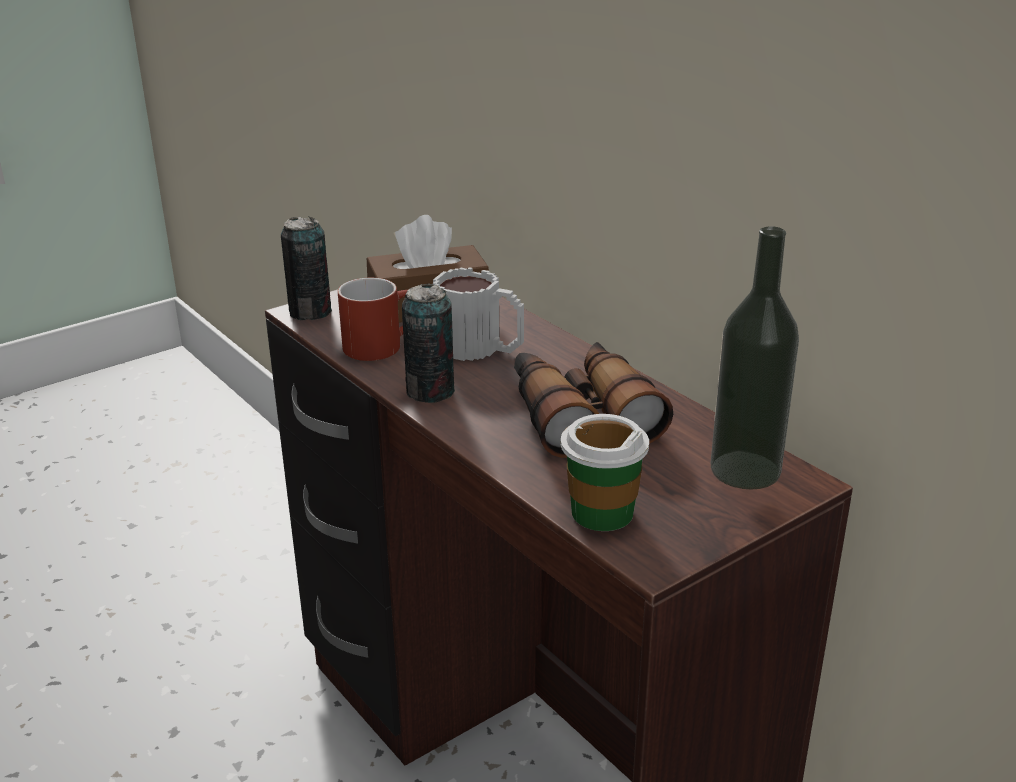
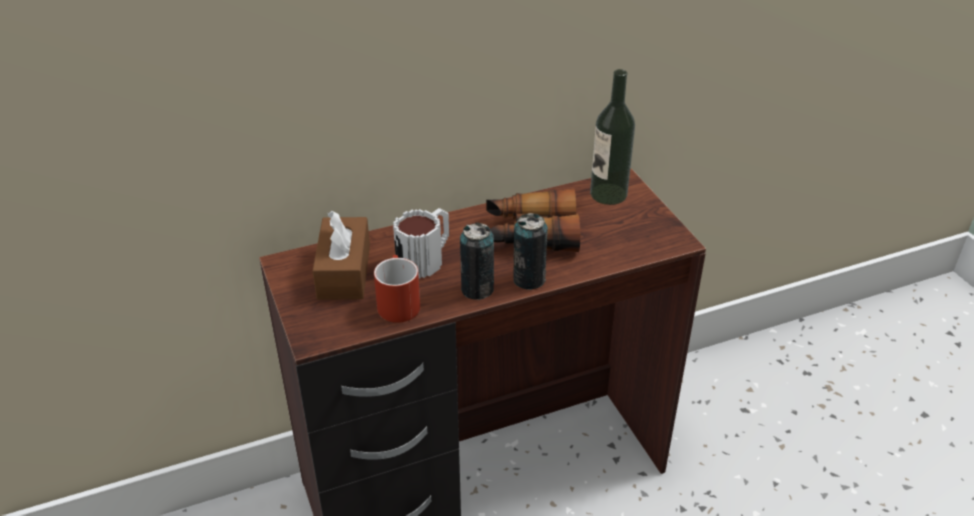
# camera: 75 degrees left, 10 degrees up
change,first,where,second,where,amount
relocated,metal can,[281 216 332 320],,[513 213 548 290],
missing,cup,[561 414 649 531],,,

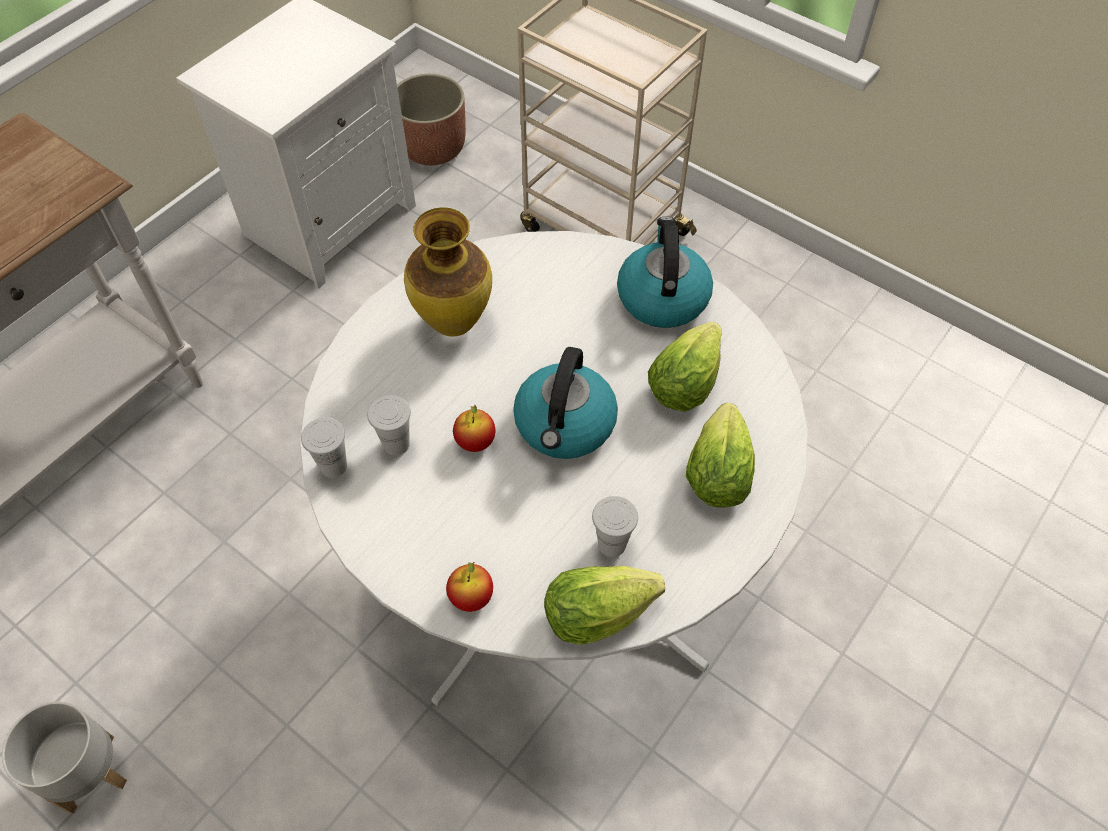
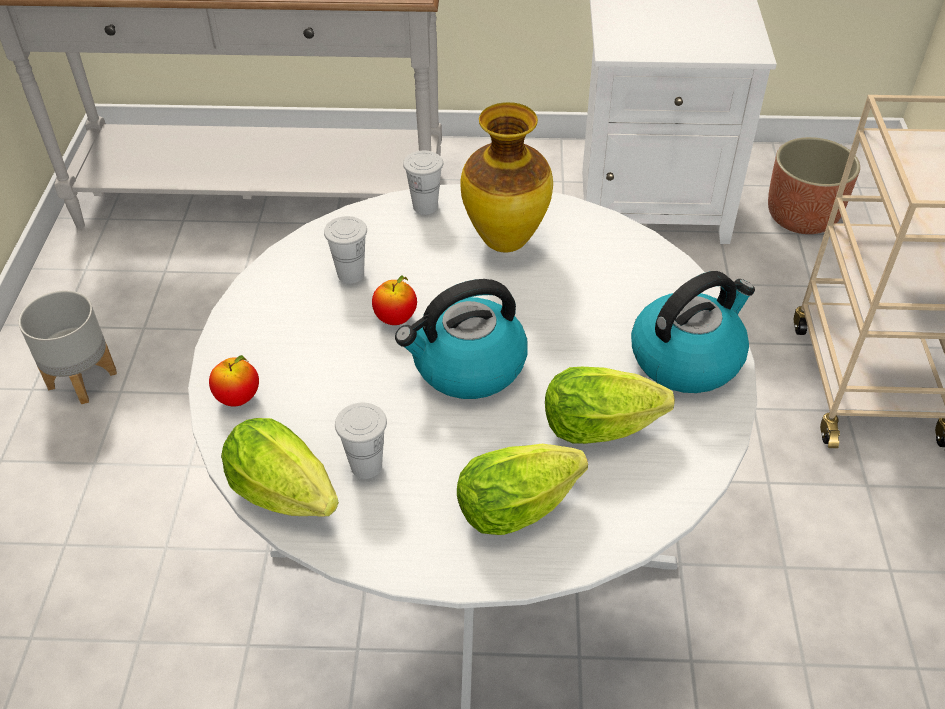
# camera: 55 degrees right, 10 degrees down
change,first,where,second,where,amount
relocated,cup in white,[301 417 347 478],,[403 150 443 215],

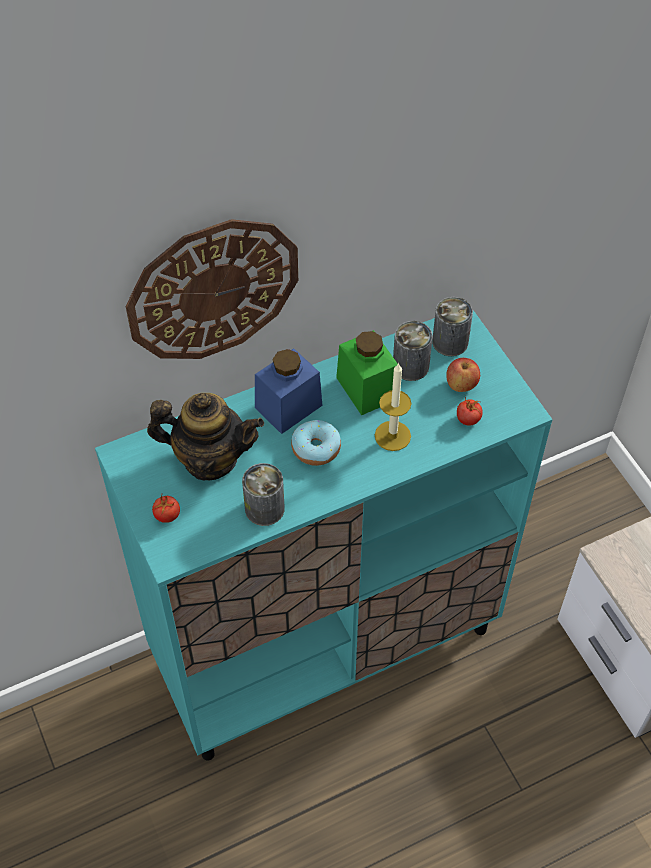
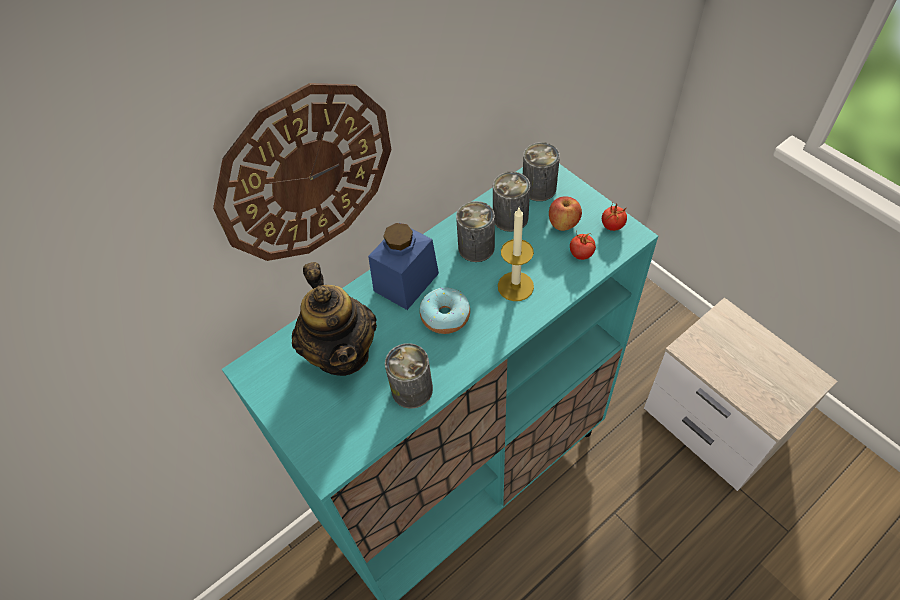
# camera: 10 degrees left, 0 degrees up
change,first,where,second,where,amount
spun,teapot,[147 393 264 480],,[292 262 377 376],75 degrees clockwise
relocated,fresh tomato,[152 495 180 523],,[602 202 627 231],
exchanged,storage jar in green,[336 330 398 415],metal can,[456 201 495 262],

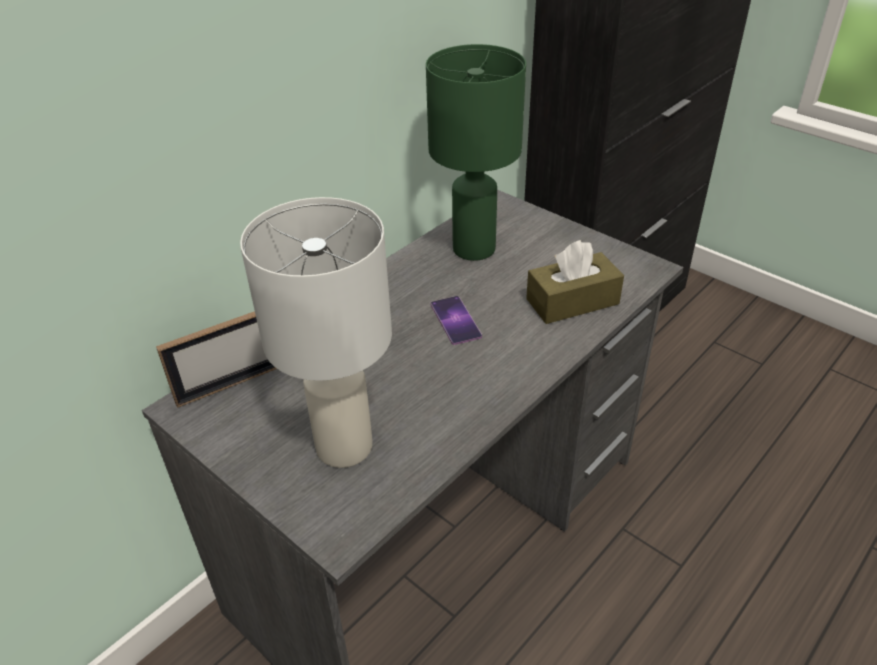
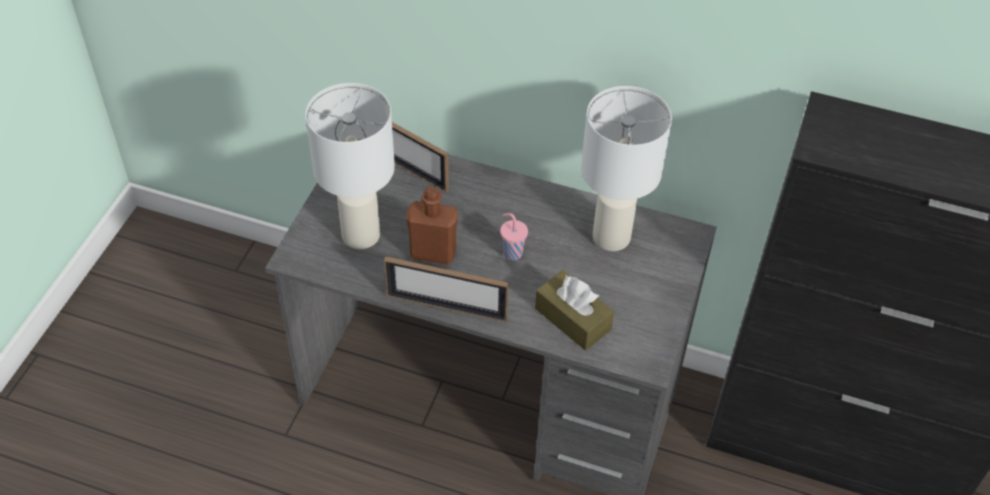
# camera: 65 degrees right, 10 degrees up
change,first,where,second,where,amount
colour,tabletop lamp in green,[426 44 526 261],tabletop lamp in white,[581 86 672 251],
exchanged,phone,[431 296 482 345],cup in pink,[500 213 528 260],
appeared,,,photo frame,[384 256 509 322],
appeared,,,beverage bottle in brownish,[406 187 458 264],

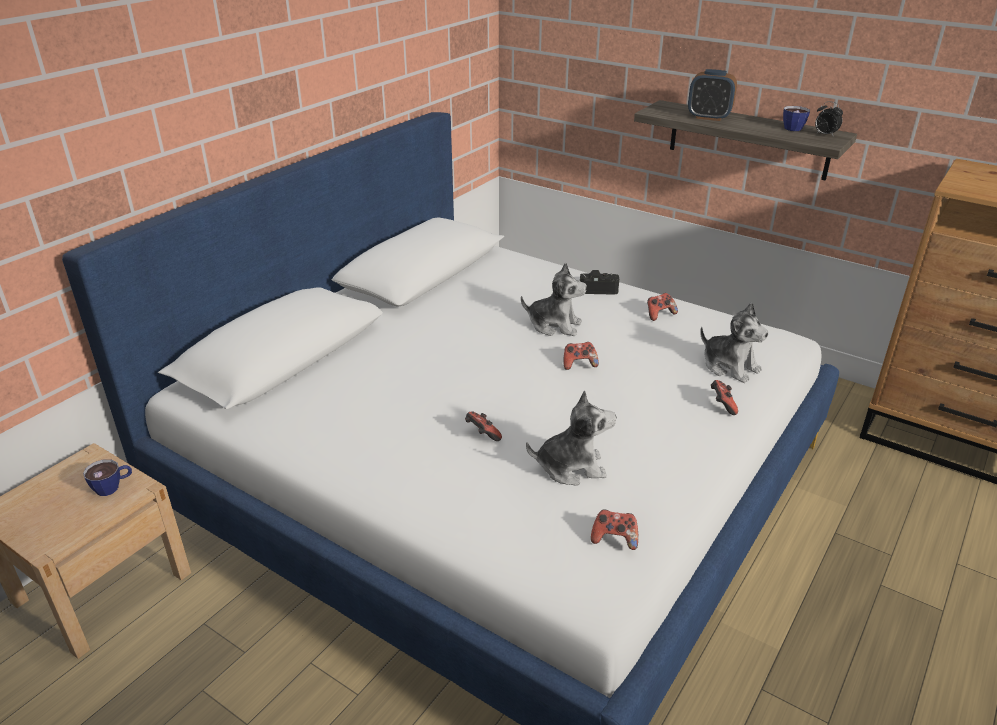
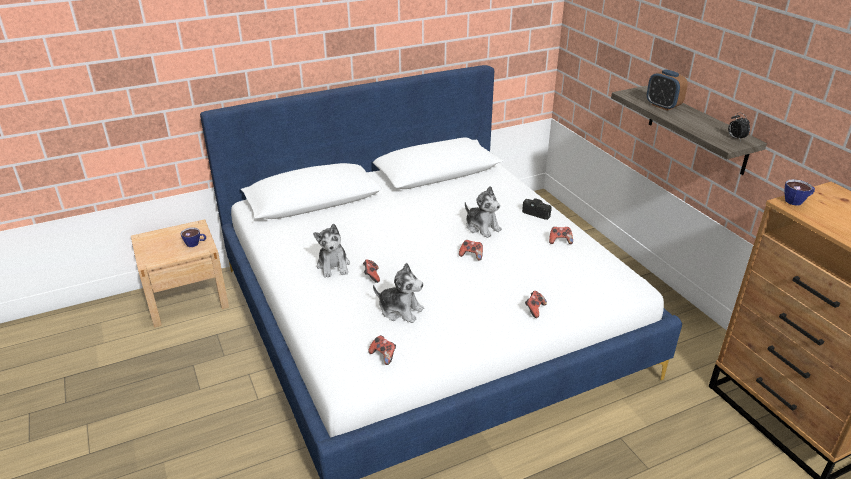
# camera: 30 degrees right, 0 degrees up
change,first,where,second,where,amount
relocated,plush toy,[700 302 769 383],,[313 224 350 278],
relocated,cup,[783 106 810 131],,[784 179 815 206],

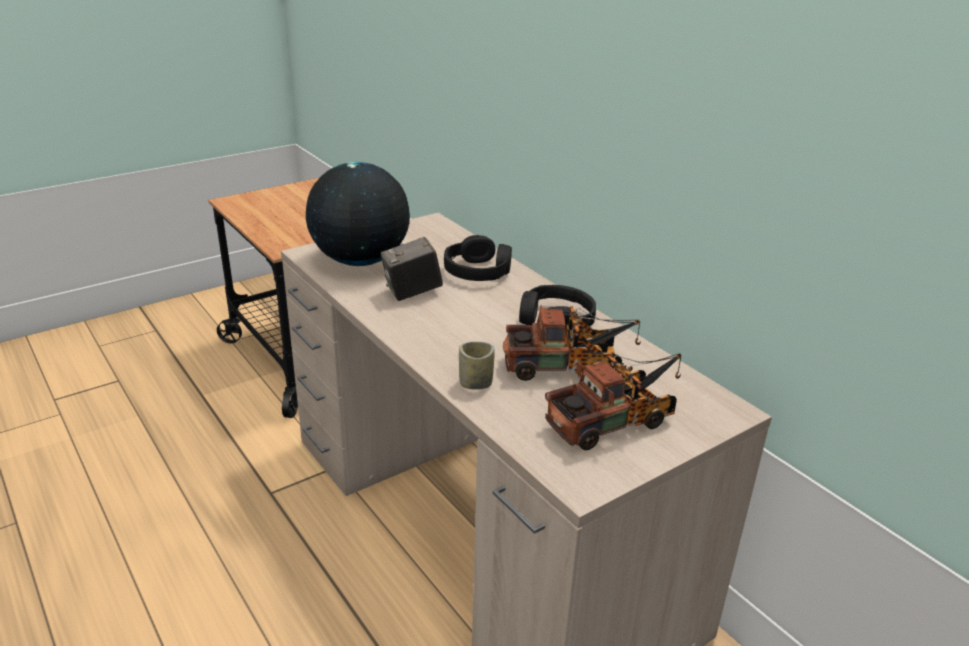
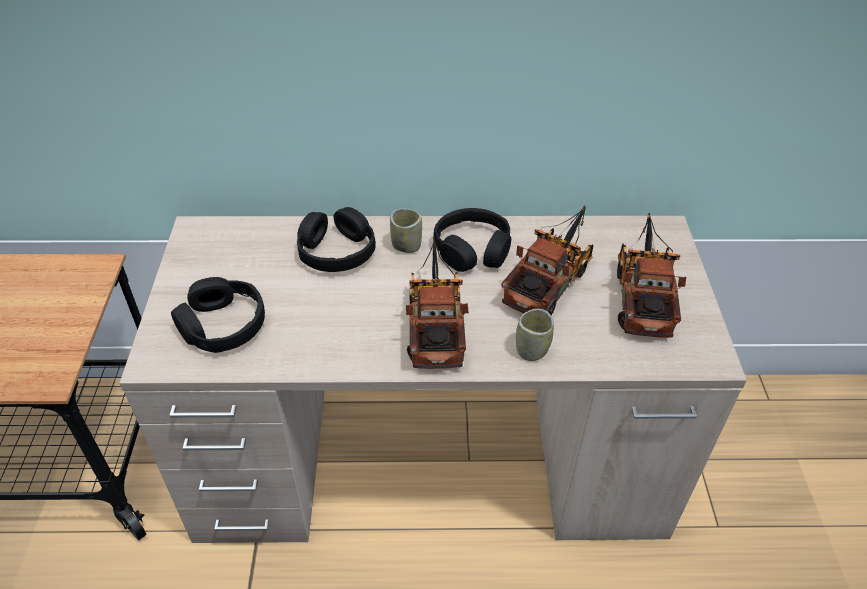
# camera: 55 degrees left, 15 degrees up
change,first,where,second,where,amount
exchanged,world globe,[306 162 410 266],pair of headphones in black,[171 277 265 353],
missing,still camera,[381 237 443 301],,,
appeared,,,cup,[390 209 422 253],
appeared,,,toy lorry,[406 237 469 369],

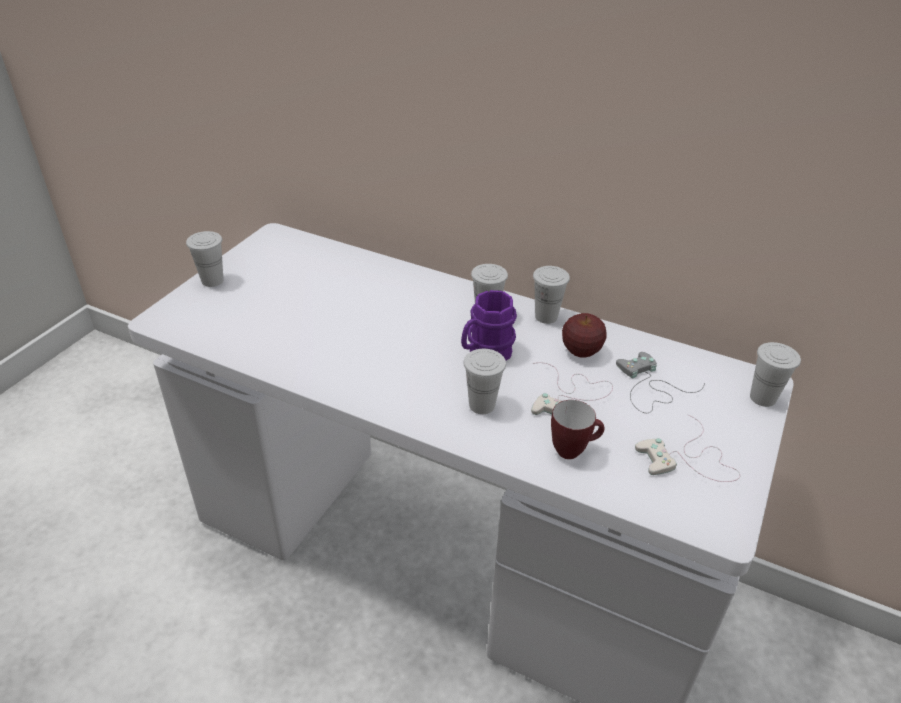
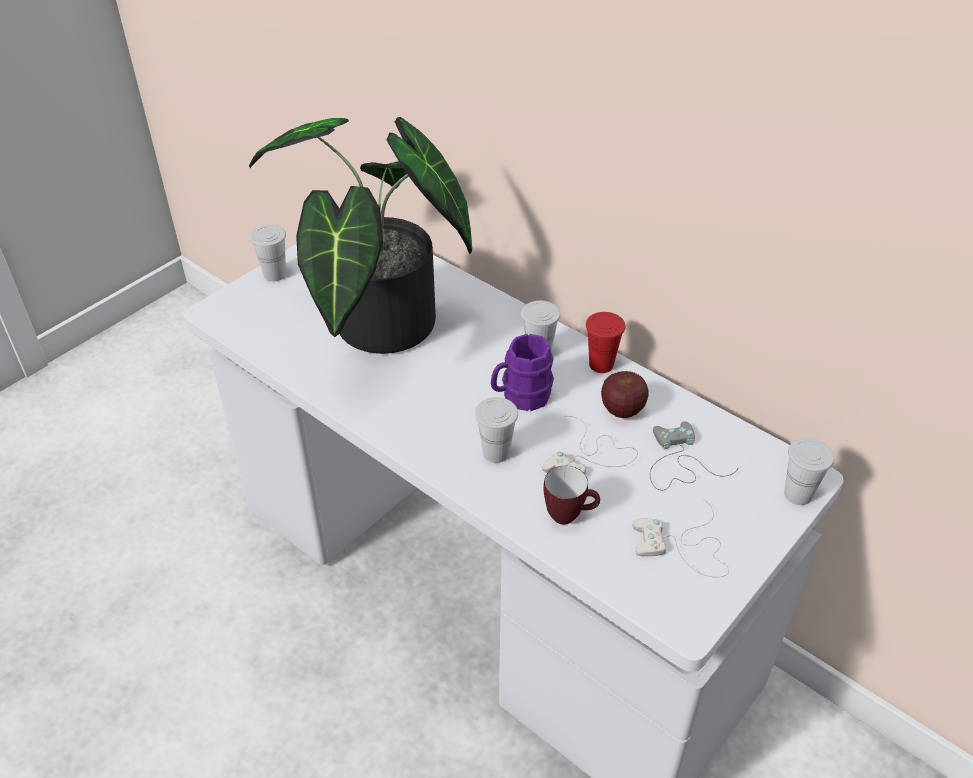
# camera: 15 degrees right, 5 degrees up
change,first,where,second,where,amount
colour,cup in white,[533 266 570 324],cup in reddish,[586 312 625 373],
appeared,,,houseplant,[249 117 472 354],

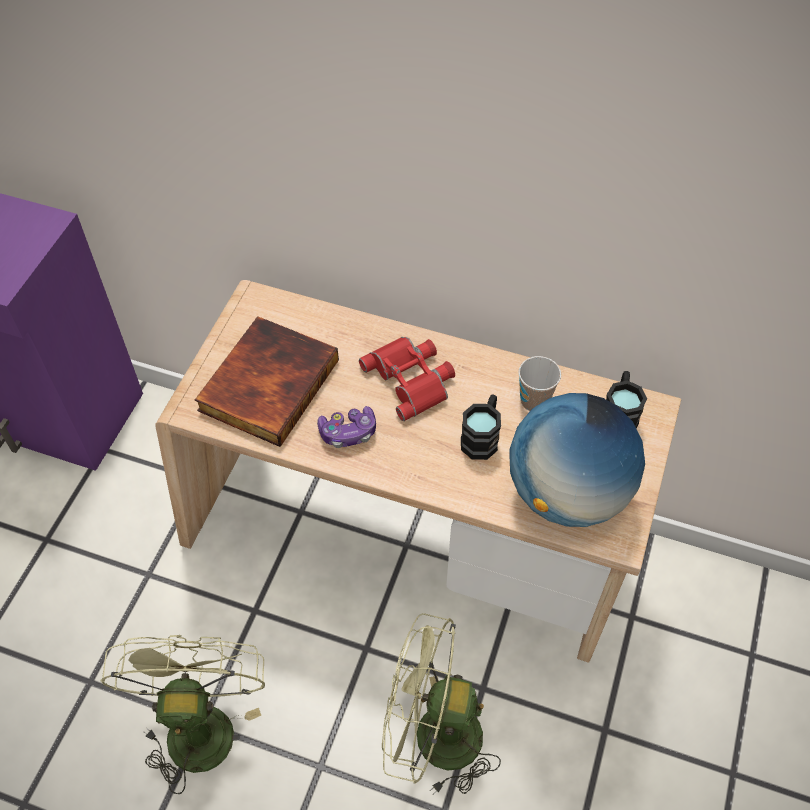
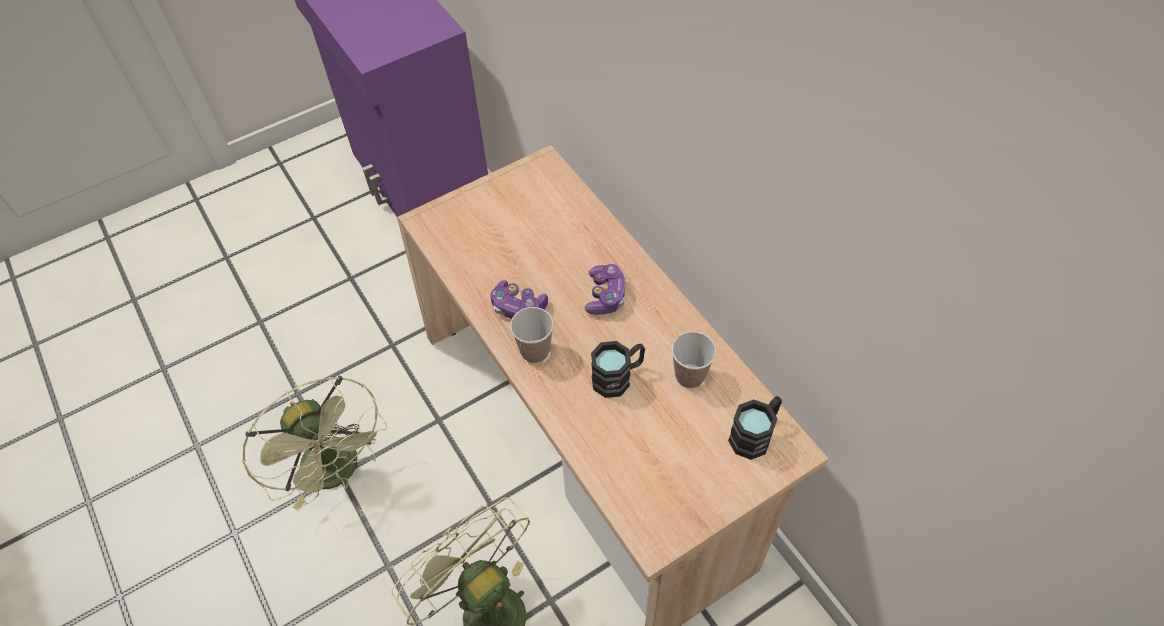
# camera: 40 degrees right, 0 degrees up
change,first,where,second,where,amount
spun,cooling fan in green,[100 635 265 794],,[242 376 388 510],105 degrees clockwise
missing,bound book,[195 316 339 447],,,
exchanged,binoculars in reddish,[359 337 455 421],gamepad,[584 264 626 315],
missing,world globe,[509 393 645 527],,,
appeared,,,cup,[510 307 554 363],

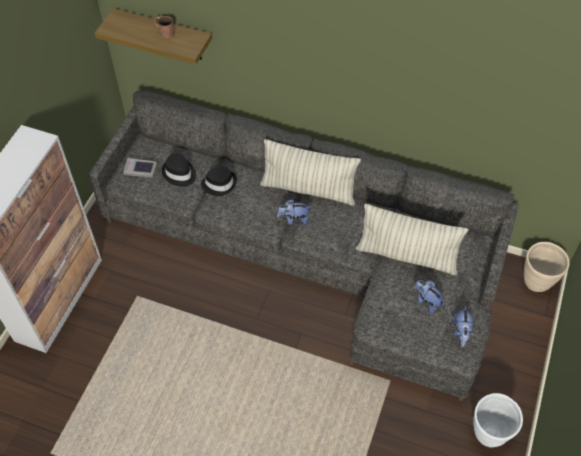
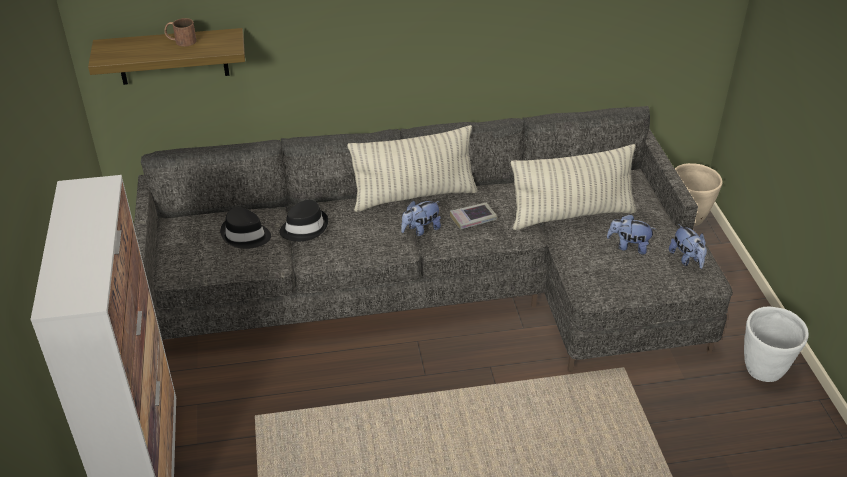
# camera: 30 degrees left, 15 degrees down
change,first,where,second,where,amount
relocated,bound book,[123 158 157 178],,[450 203 497 230],

